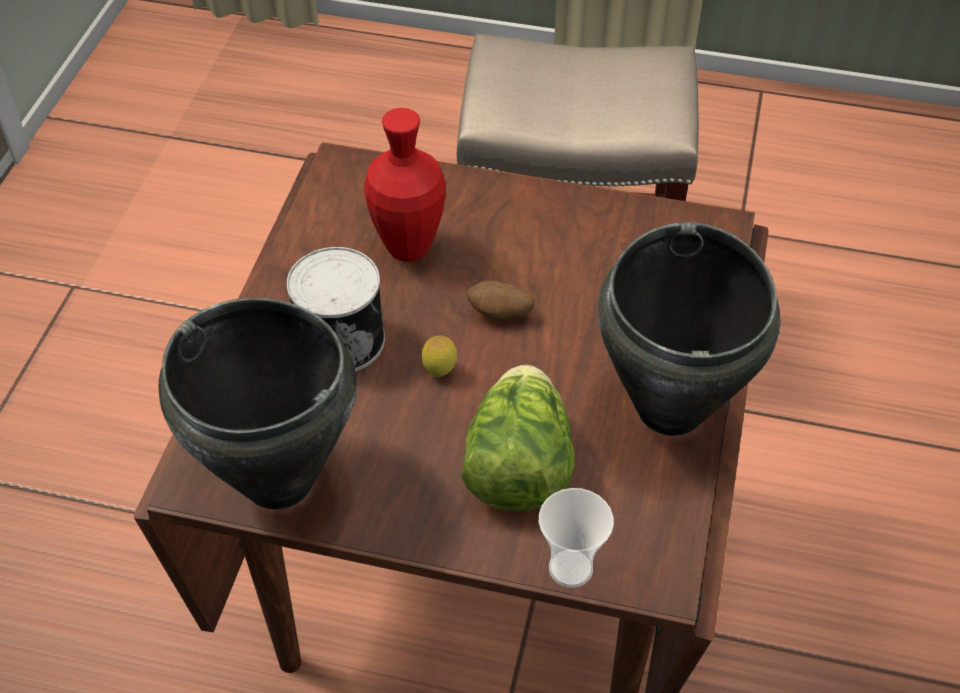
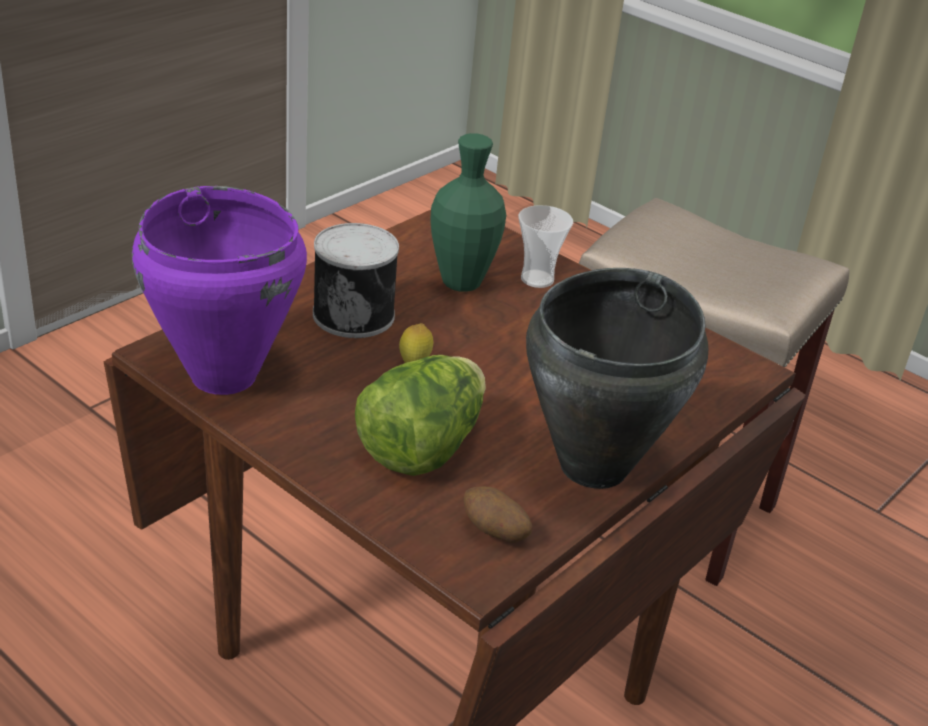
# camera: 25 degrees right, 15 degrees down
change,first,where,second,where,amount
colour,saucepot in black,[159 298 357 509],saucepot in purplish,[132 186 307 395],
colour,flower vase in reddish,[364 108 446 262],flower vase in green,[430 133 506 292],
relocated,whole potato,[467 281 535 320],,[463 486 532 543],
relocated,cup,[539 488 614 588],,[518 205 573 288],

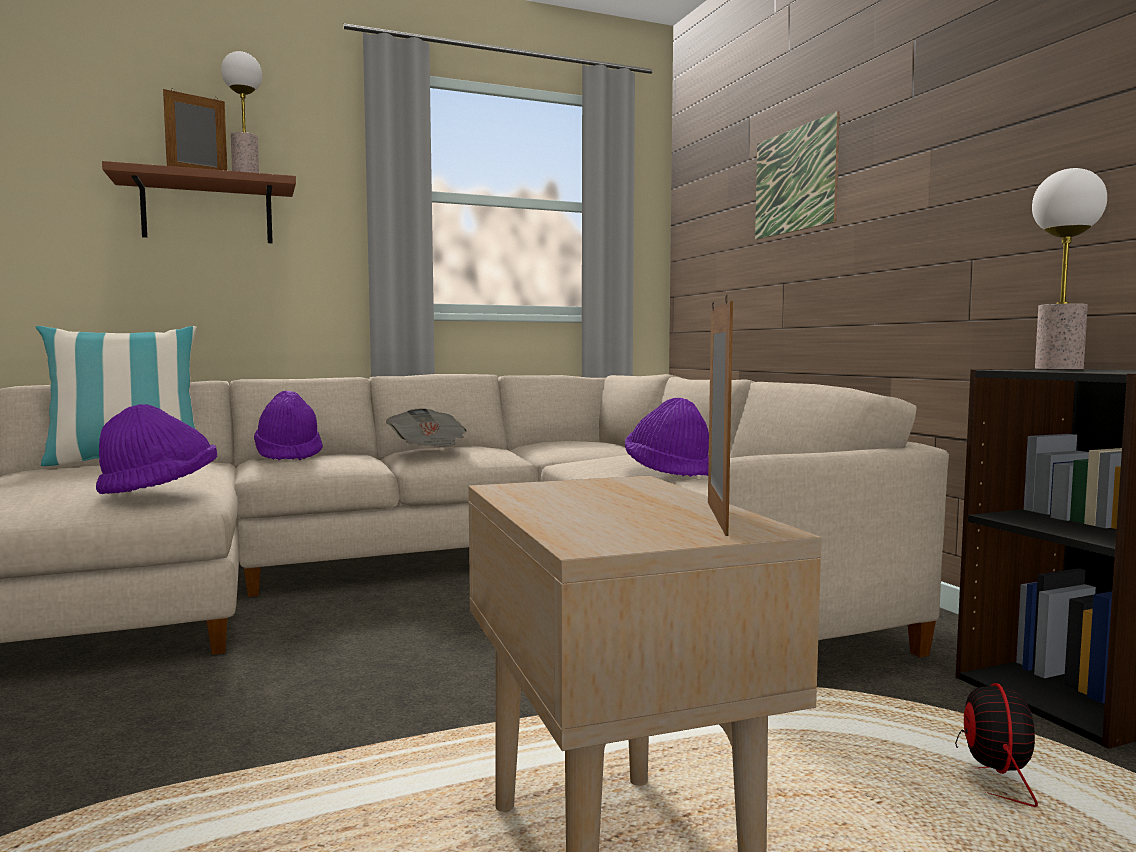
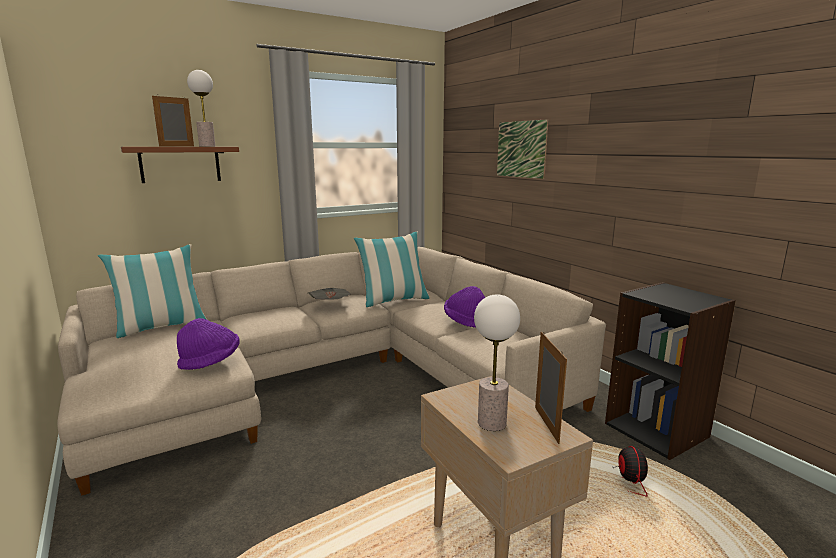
# camera: 10 degrees left, 10 degrees up
change,first,where,second,where,amount
missing,wearable hat in purplish,[254 391 323 460],,,
relocated,tabletop lamp,[1032 168 1107 370],,[474 294 520 431],
appeared,,,throw pillow,[354 232 430 307],

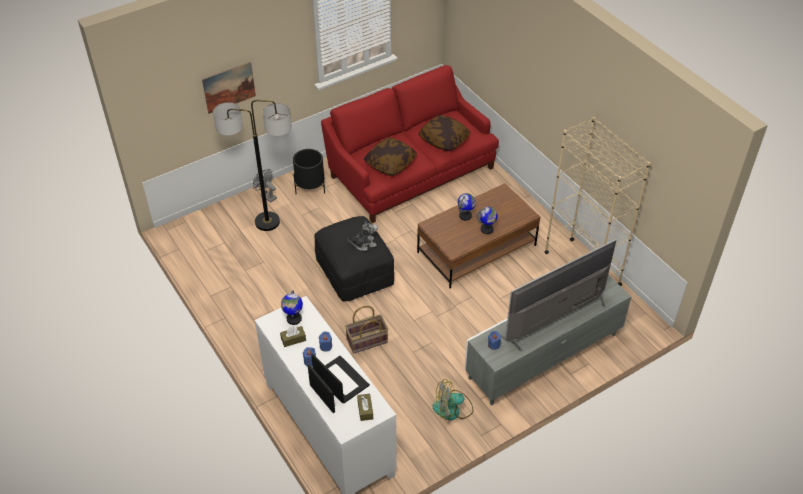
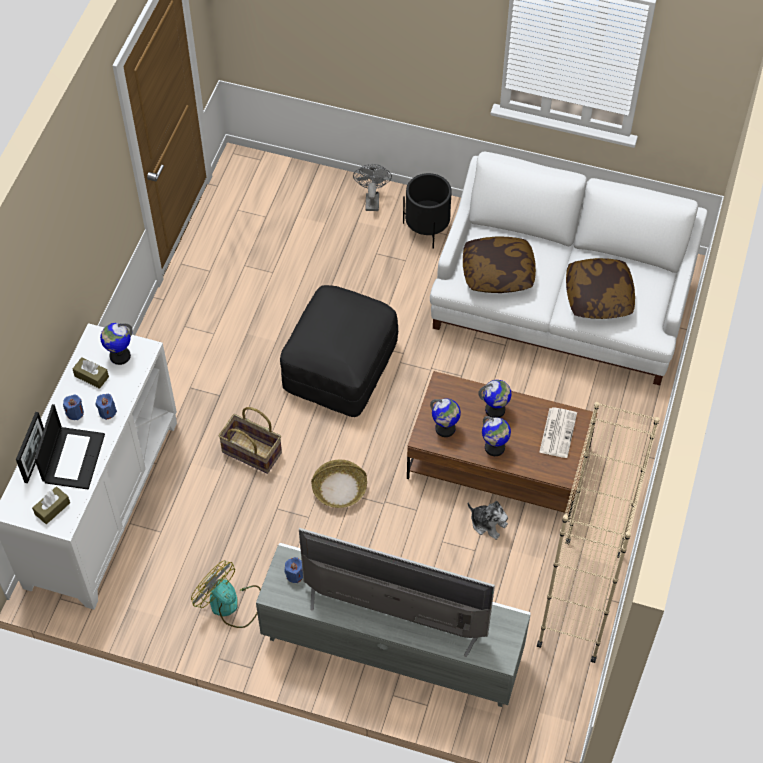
# camera: 50 degrees right, 10 degrees up
change,first,where,second,where,amount
missing,picture,[202 62 256 114],,,
missing,standard lamp,[213 100 292 231],,,
colour,couch in reddish,[321 65 499 223],couch in white,[430 152 707 385],
relocated,plush toy,[348 220 378 251],,[468 501 508 540],
appeared,,,basket,[311 459 367 508],
appeared,,,world globe,[430 398 461 437],
appeared,,,printed paper,[539 407 577 458],

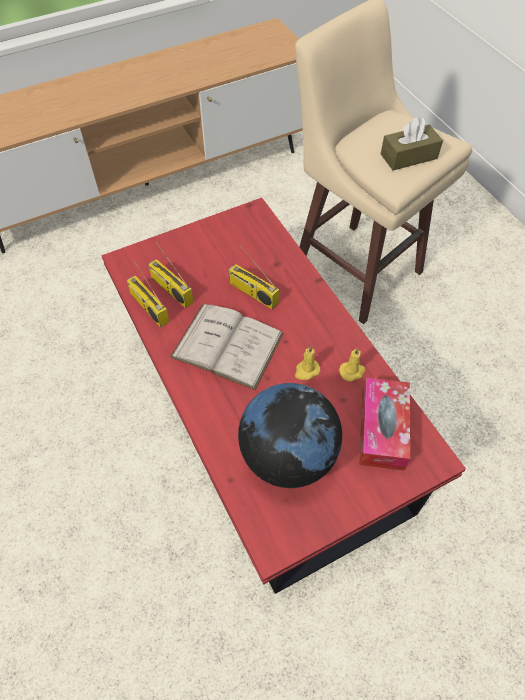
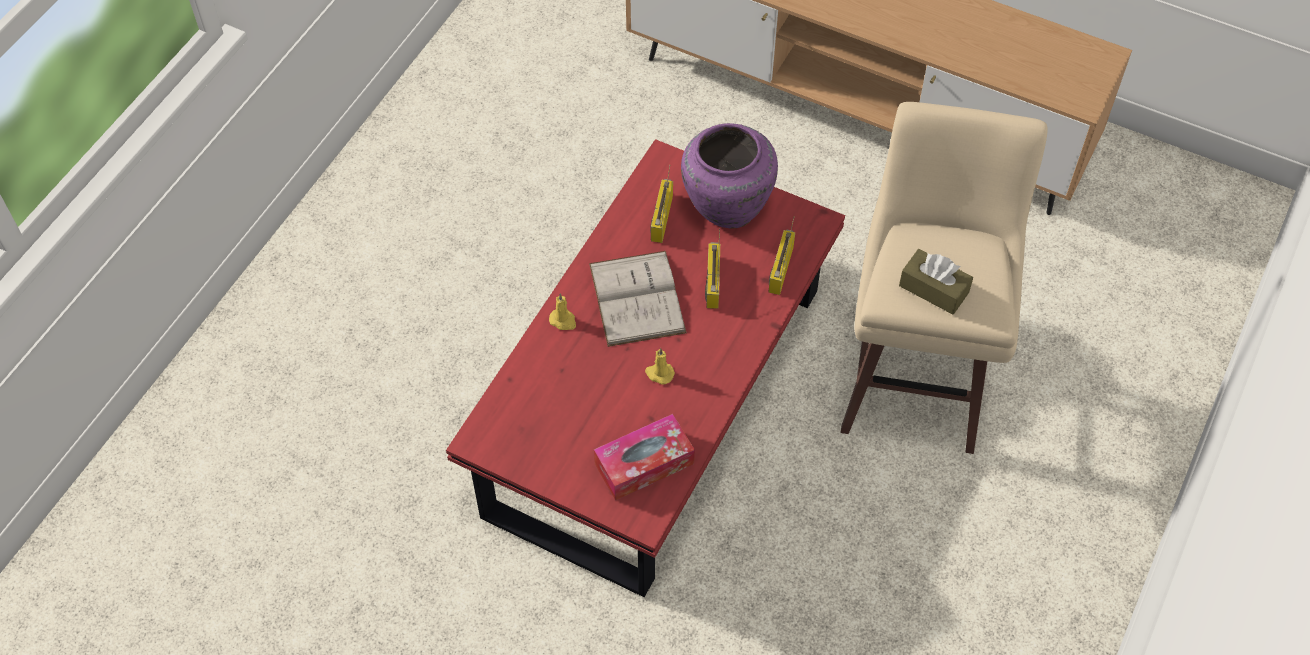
# camera: 55 degrees right, 0 degrees up
change,first,where,second,where,amount
relocated,radio,[127 259 169 327],,[768 217 795 295],
missing,world globe,[238 383 342 488],,,
relocated,wax candle in yellow-coloured,[339 348 365 382],,[549 293 576 330],
appeared,,,flower vase in purplish,[681 123 778 229],

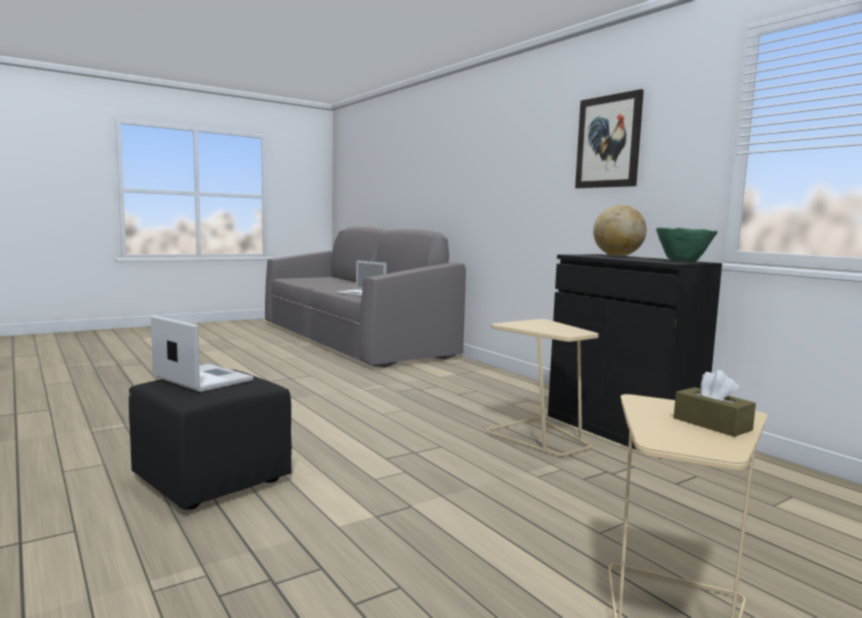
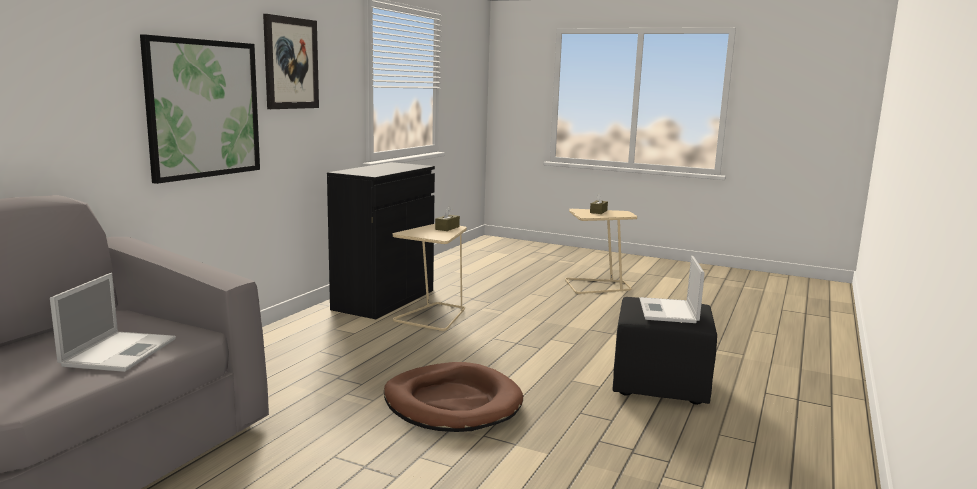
# camera: 120 degrees left, 5 degrees up
change,first,where,second,where,amount
missing,world globe,[593 205 647 256],,,
missing,serving bowl in green,[656 228 718 262],,,
appeared,,,picture,[140 34 260 184],
appeared,,,dog bed in brownish,[384 362 523 432],
appeared,,,tissue holder in brownish,[435 207 460 231],

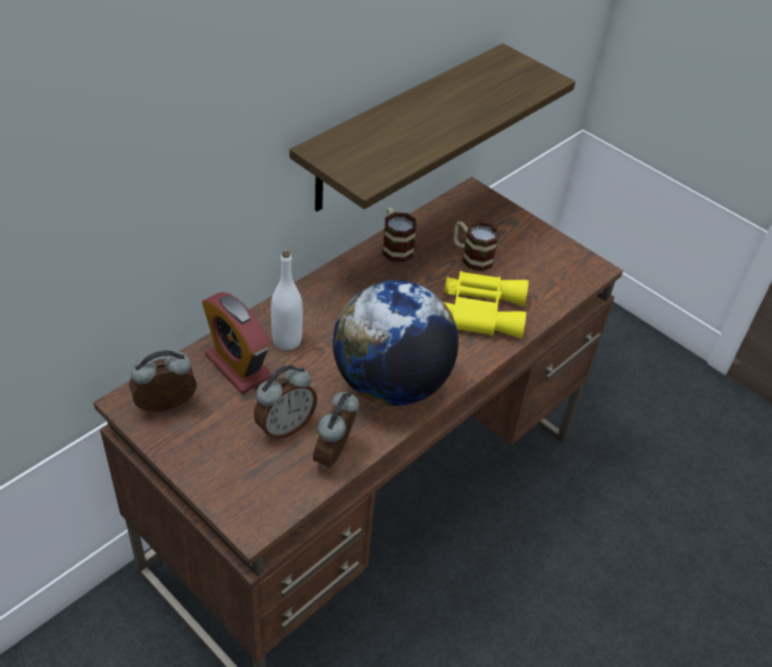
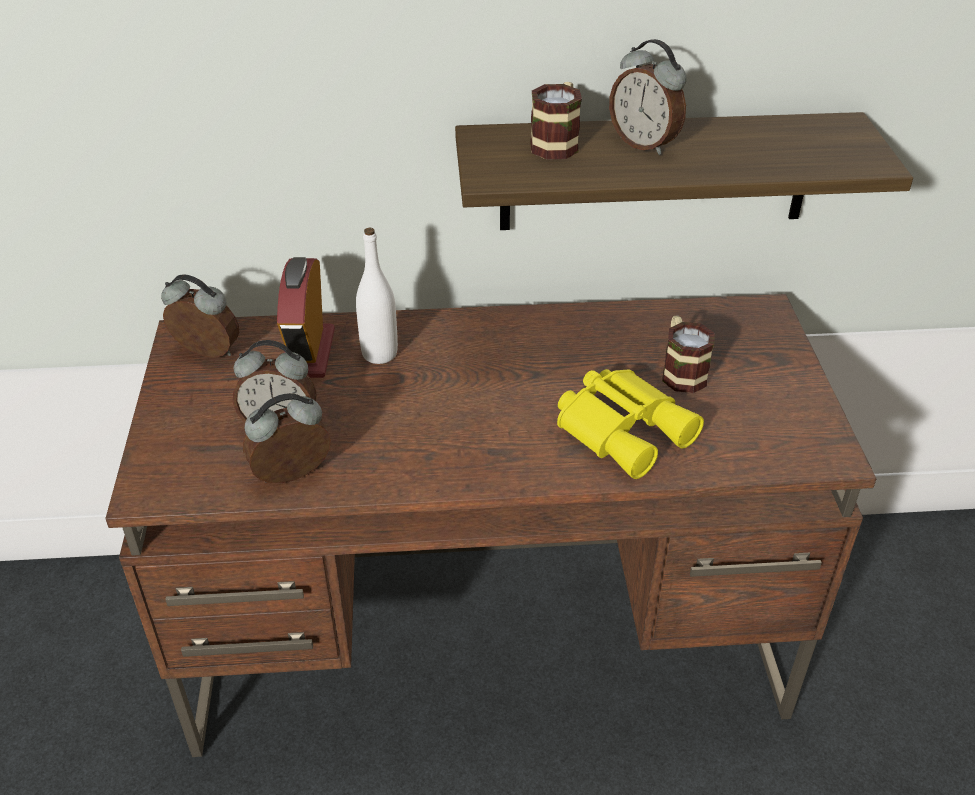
# camera: 45 degrees right, 5 degrees down
change,first,where,second,where,amount
missing,world globe,[333 280 458 406],,,
relocated,coffee mug,[382 207 417 262],,[530 82 582 159],
appeared,,,table clock,[609 39 686 155],

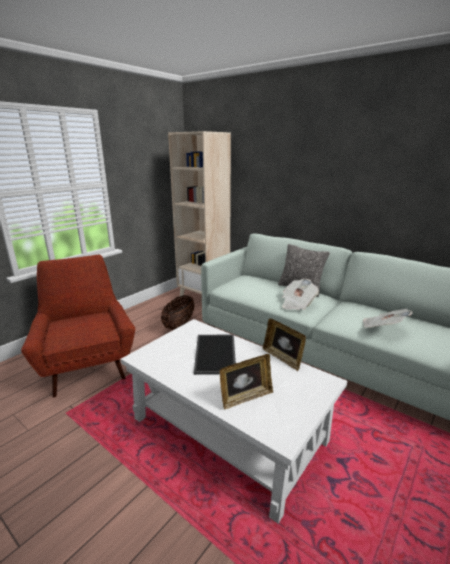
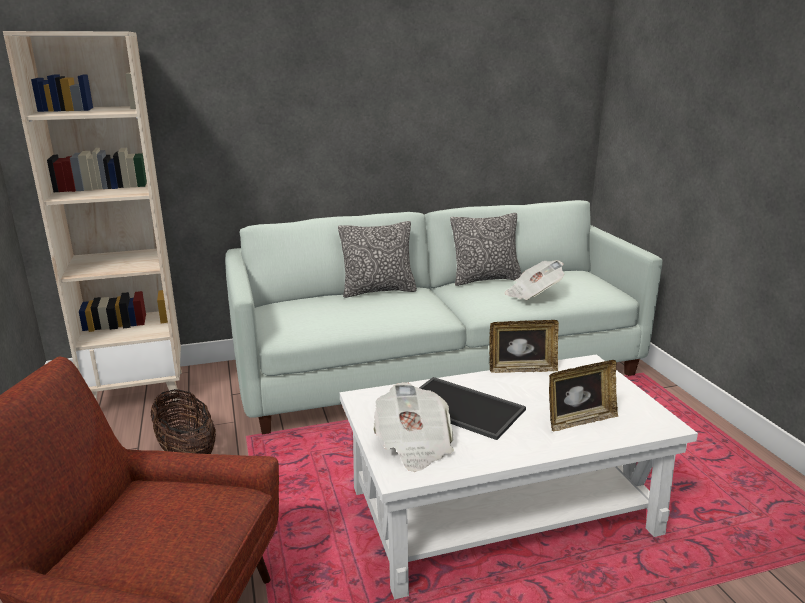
# camera: 55 degrees left, 0 degrees up
change,first,where,second,where,amount
spun,photo frame,[220 354 273 409],,[549 360 618 432],60 degrees clockwise
relocated,printed paper,[282 279 319 310],,[373 382 454 472],
appeared,,,throw pillow,[450 213 522 286],

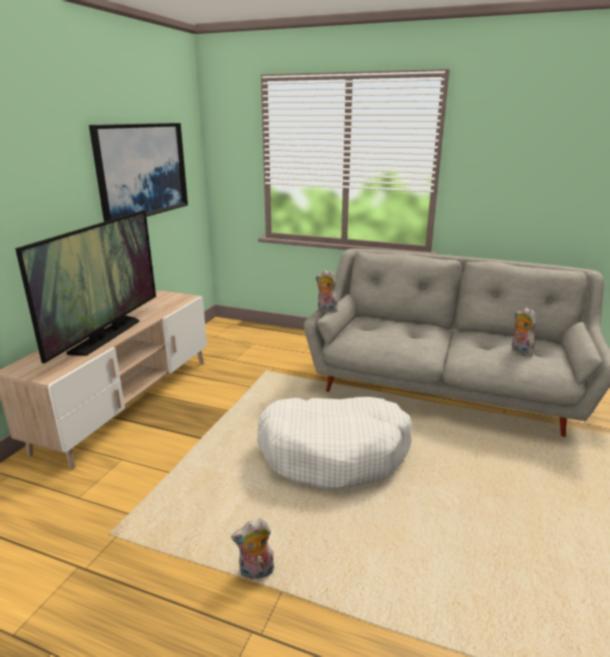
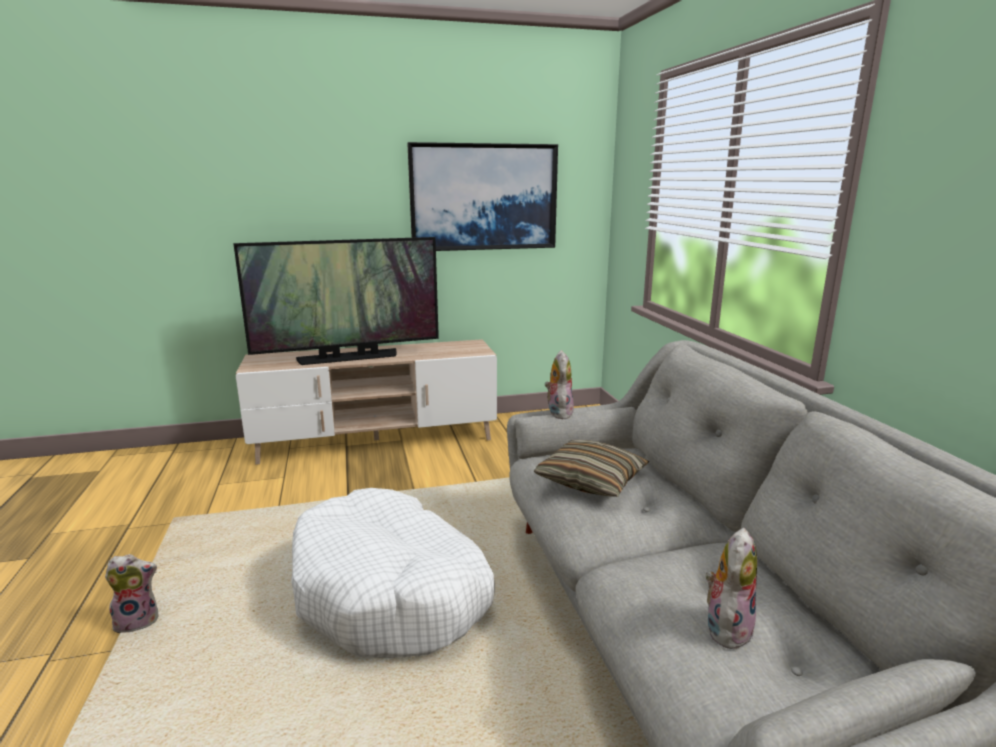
# camera: 55 degrees right, 5 degrees down
change,first,where,second,where,amount
spun,plush toy,[231 518 274 580],,[105 554 158 633],120 degrees clockwise
appeared,,,throw pillow,[534 440 649 497],

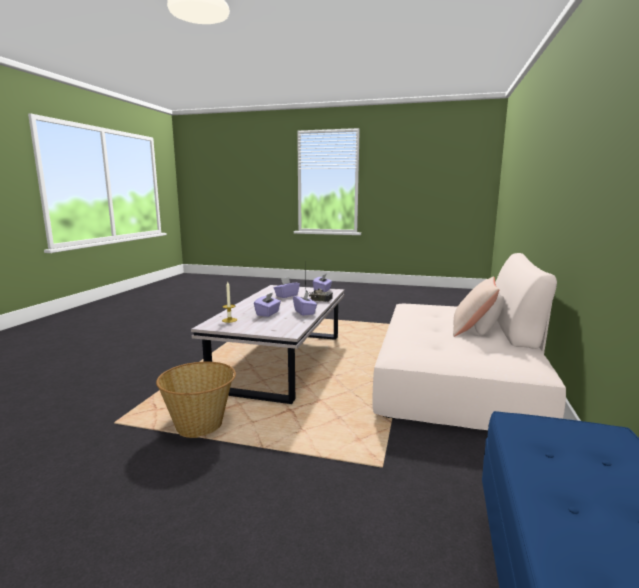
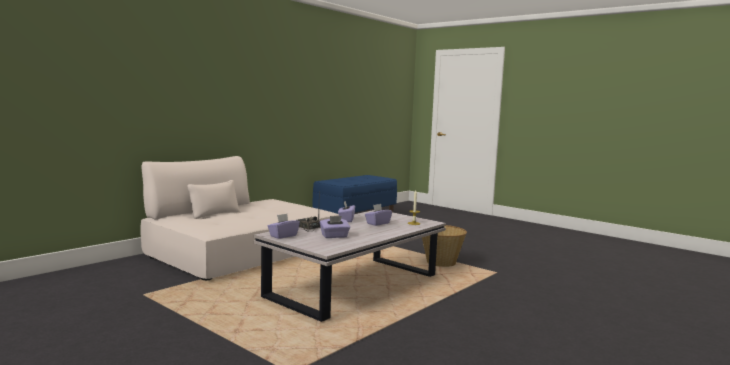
# camera: 155 degrees left, 5 degrees down
change,first,where,second,where,amount
missing,throw pillow in beige-coloured,[453 276 499 337],,,

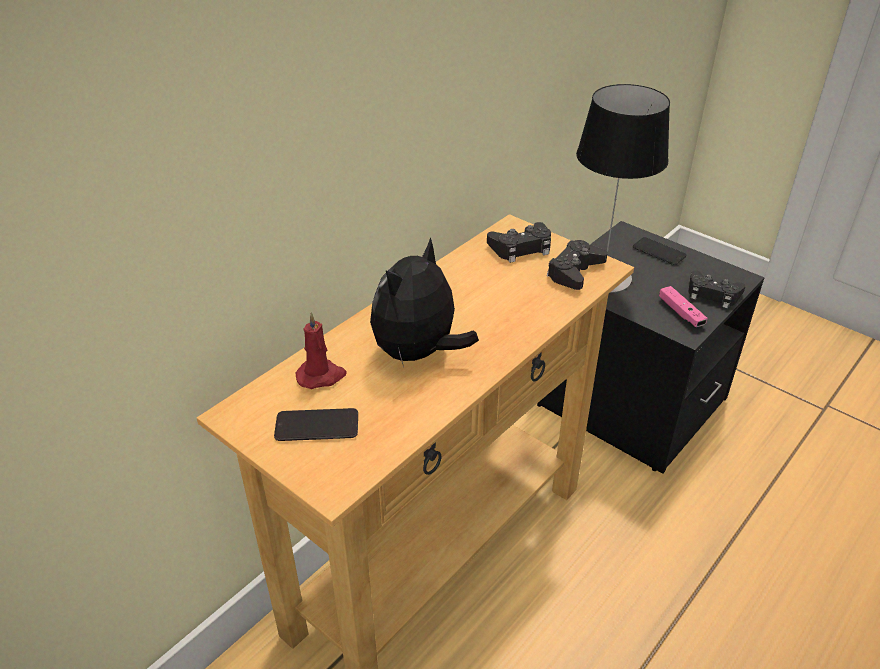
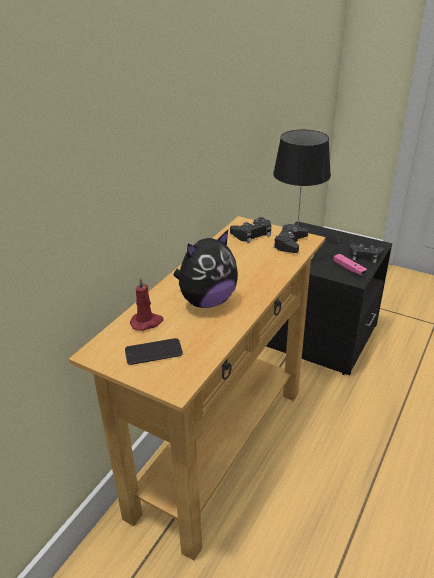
# camera: 10 degrees left, 5 degrees down
change,first,where,second,where,amount
spun,plush toy,[370 237 479 367],,[173 230 238 308],150 degrees counterclockwise

